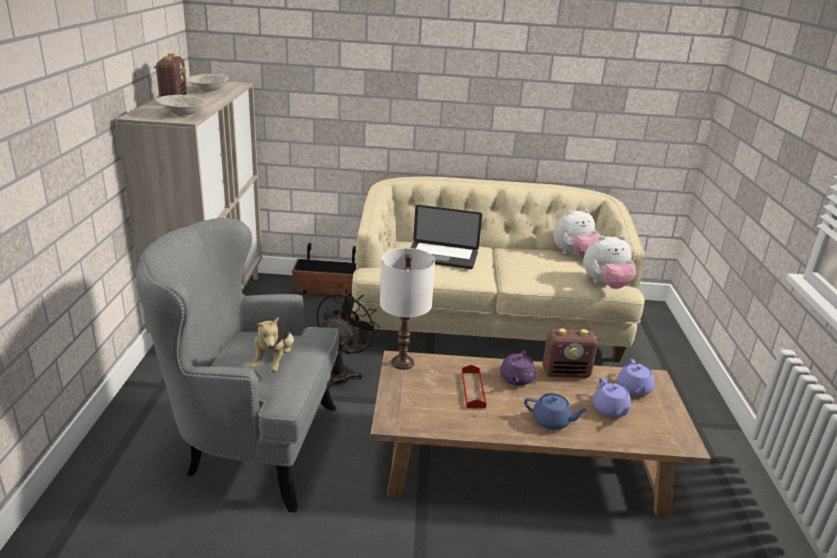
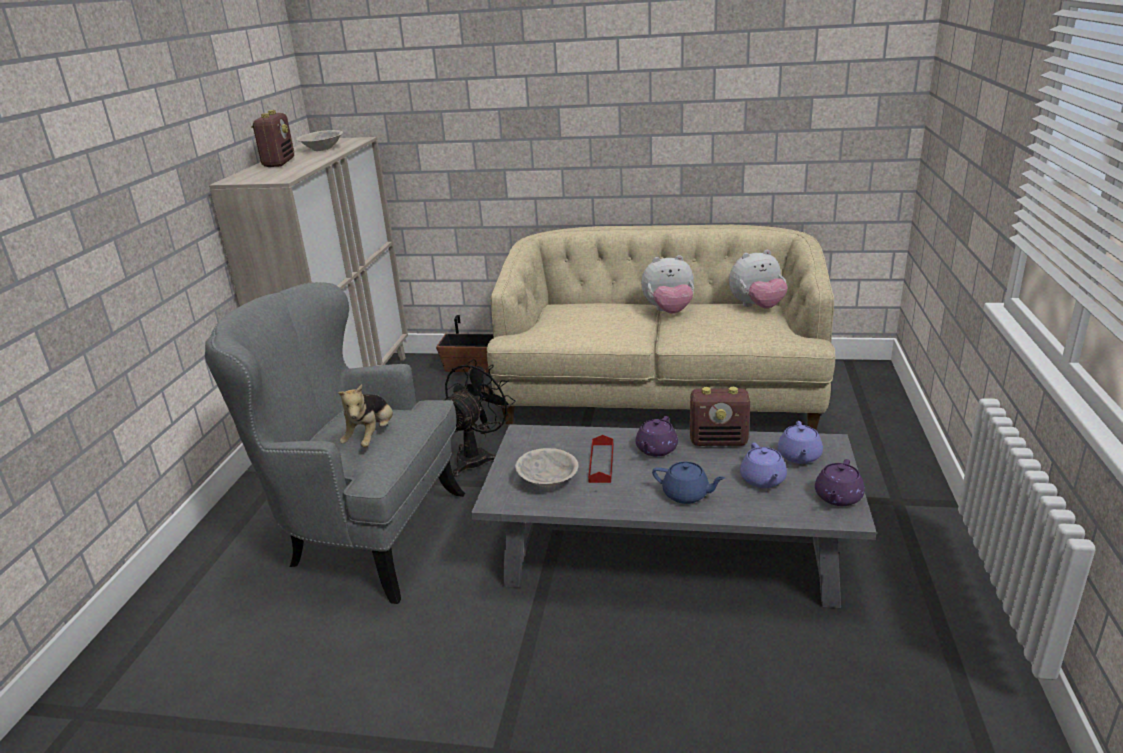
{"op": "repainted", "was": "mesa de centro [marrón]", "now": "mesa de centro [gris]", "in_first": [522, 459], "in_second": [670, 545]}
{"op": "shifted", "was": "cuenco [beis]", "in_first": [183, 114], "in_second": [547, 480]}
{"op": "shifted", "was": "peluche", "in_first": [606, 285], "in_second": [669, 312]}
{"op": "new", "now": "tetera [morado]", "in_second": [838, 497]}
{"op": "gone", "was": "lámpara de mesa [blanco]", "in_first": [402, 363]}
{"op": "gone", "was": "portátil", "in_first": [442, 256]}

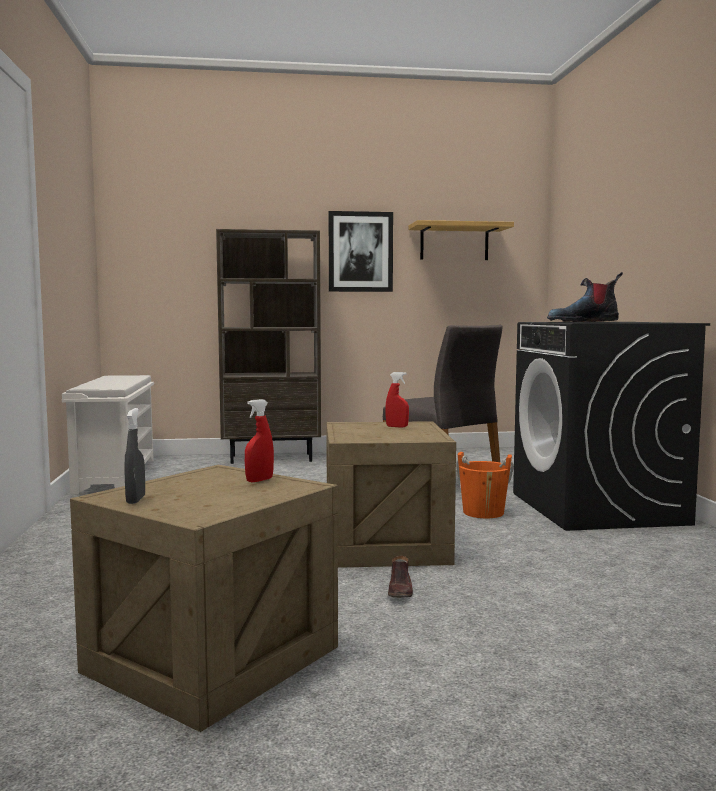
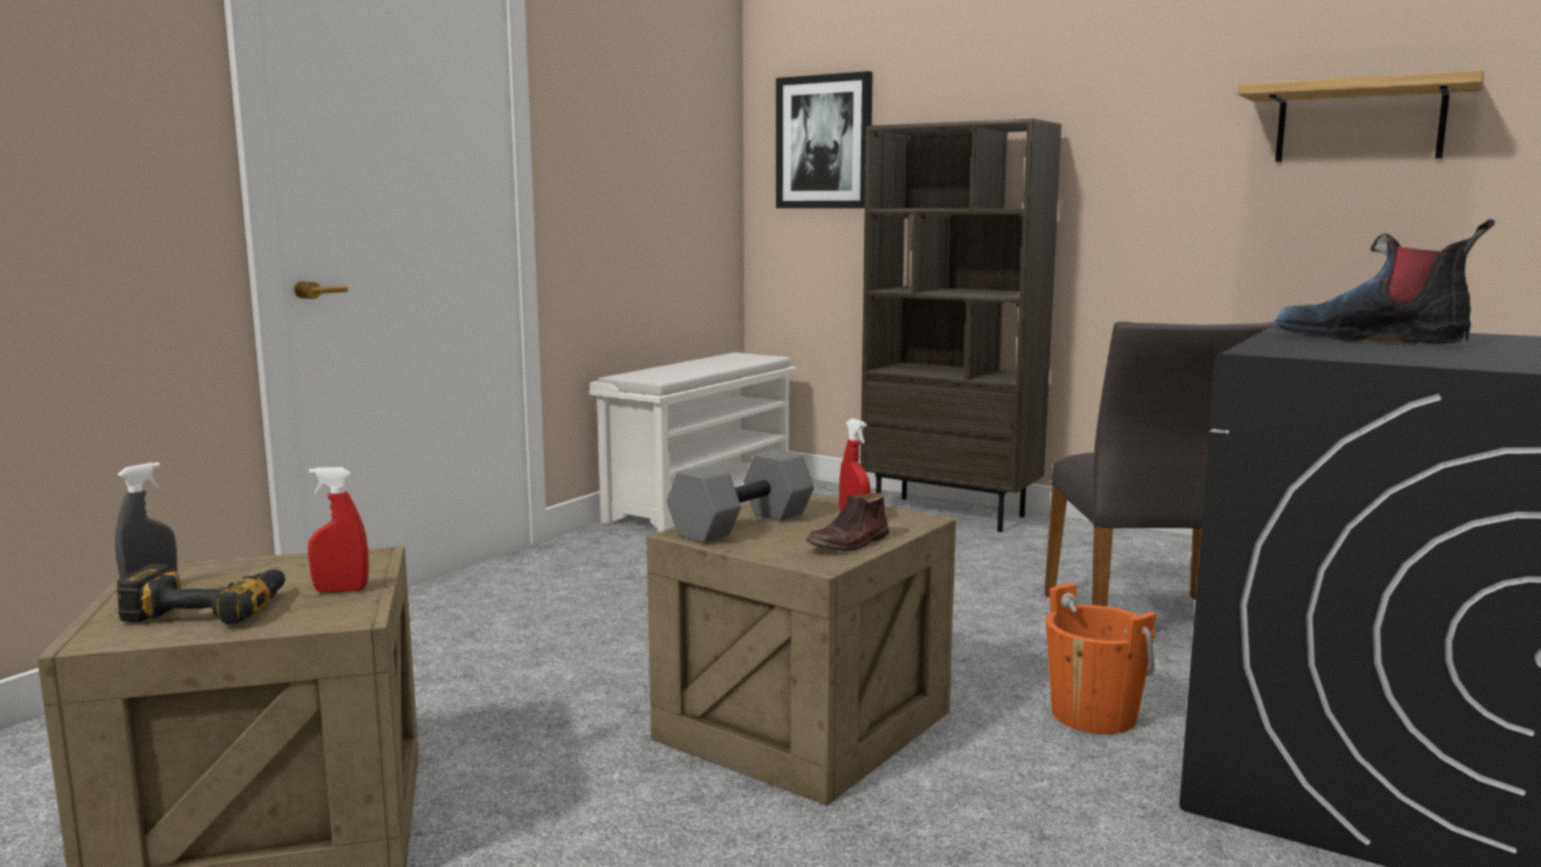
{"op": "new", "now": "taladro", "in_second": [211, 607]}
{"op": "new", "now": "mancuerna [gris]", "in_second": [742, 525]}
{"op": "shifted", "was": "cuadro", "in_first": [360, 252], "in_second": [824, 142]}
{"op": "shifted", "was": "zapato [marrón]", "in_first": [400, 591], "in_second": [849, 543]}

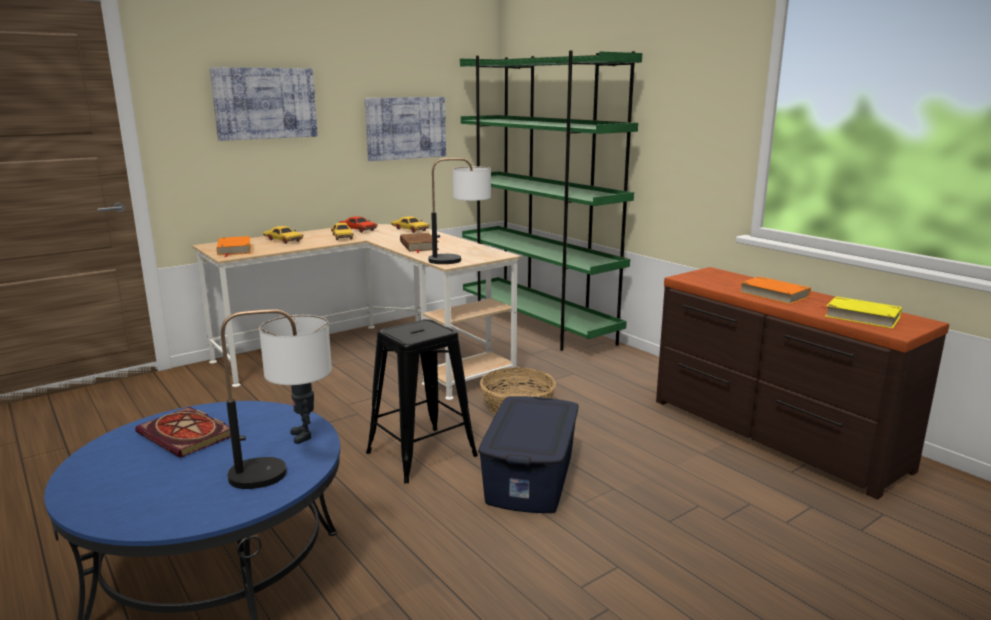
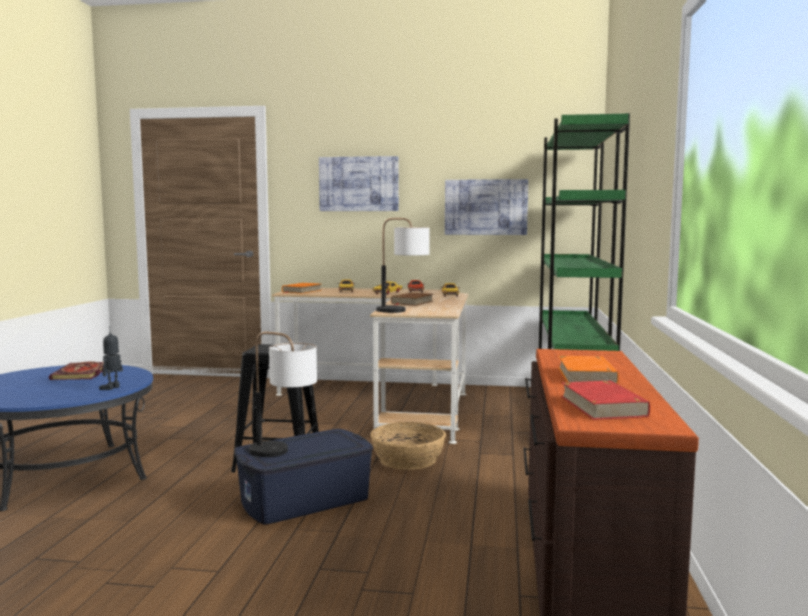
{"op": "shifted", "was": "lámpara de mesa", "in_first": [286, 471], "in_second": [283, 454]}
{"op": "repainted", "was": "libro [amarillo]", "now": "libro [rojo]", "in_first": [861, 317], "in_second": [603, 406]}

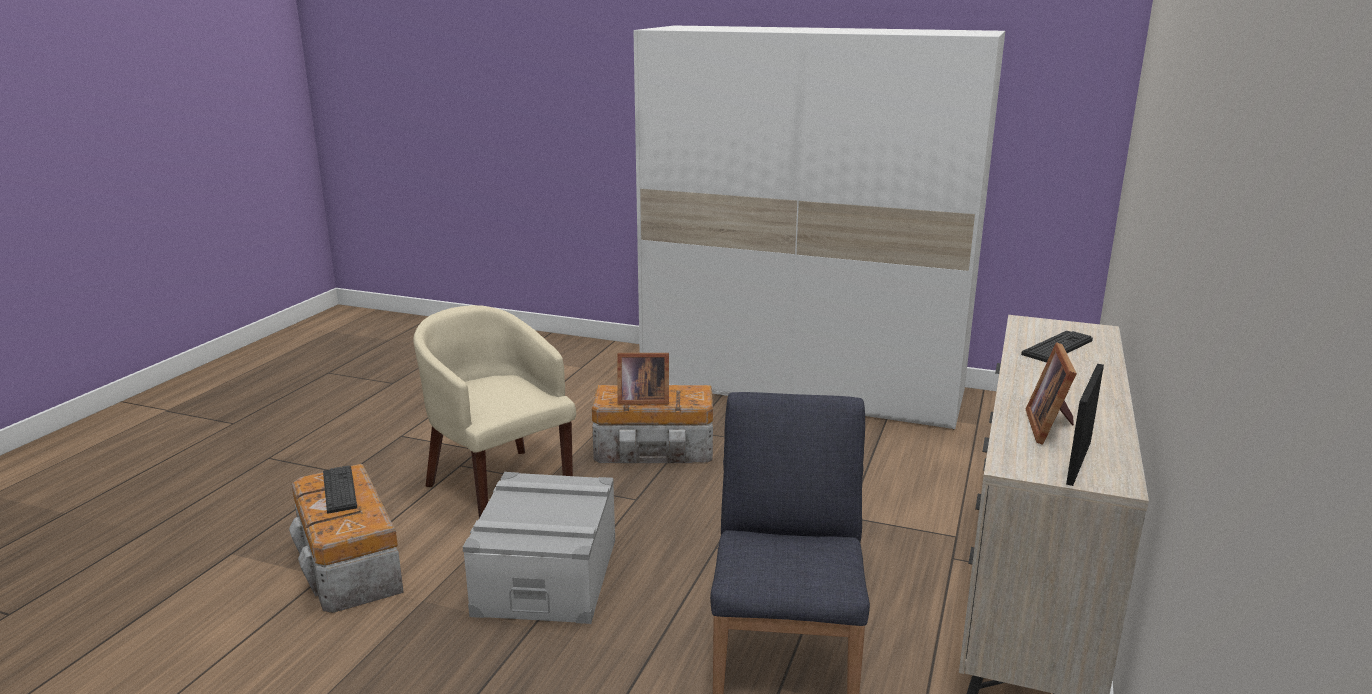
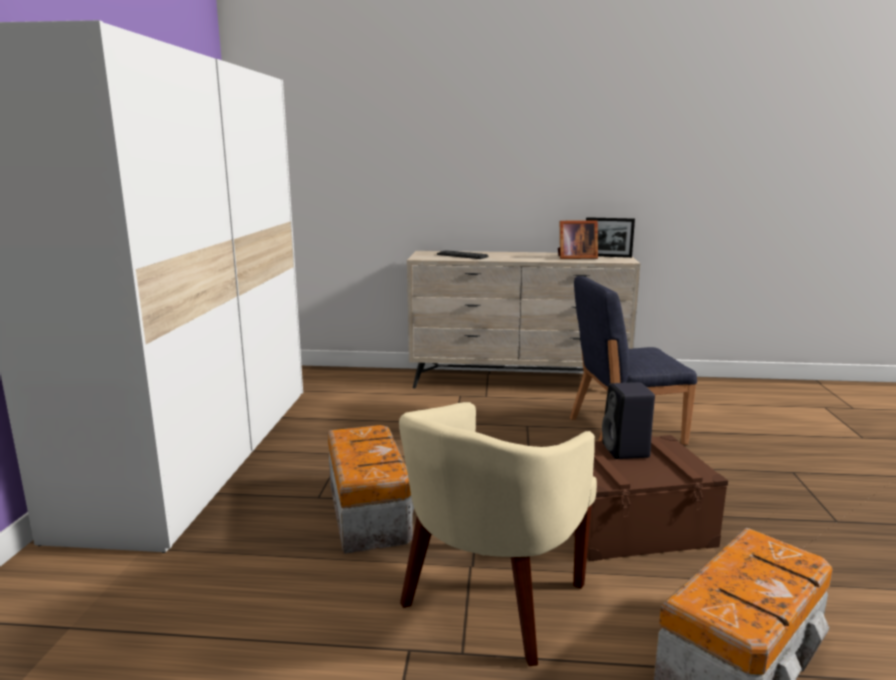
{"op": "repainted", "was": "caja de almacenaje [gris]", "now": "caja de almacenaje [marrón]", "in_first": [547, 576], "in_second": [630, 523]}
{"op": "new", "now": "altavoz [negro]", "in_second": [626, 451]}
{"op": "gone", "was": "teclado", "in_first": [339, 490]}
{"op": "gone", "was": "portarretratos", "in_first": [641, 400]}

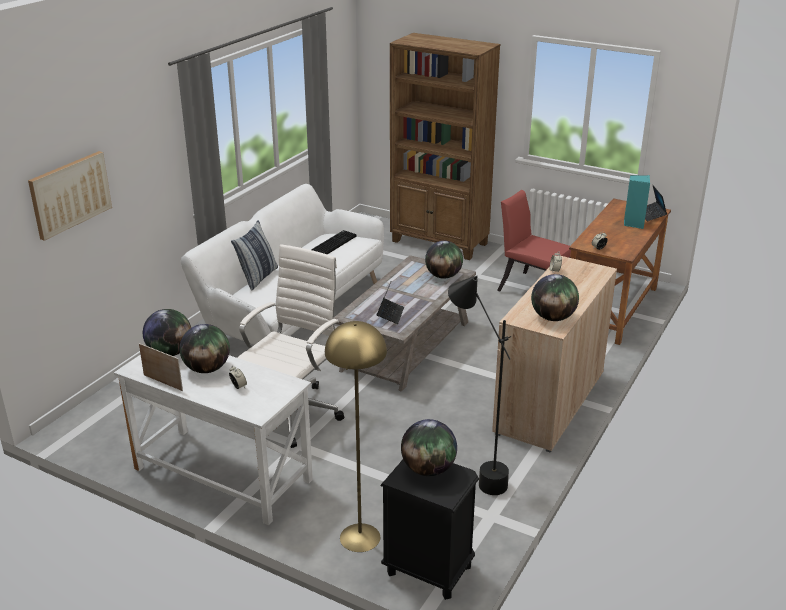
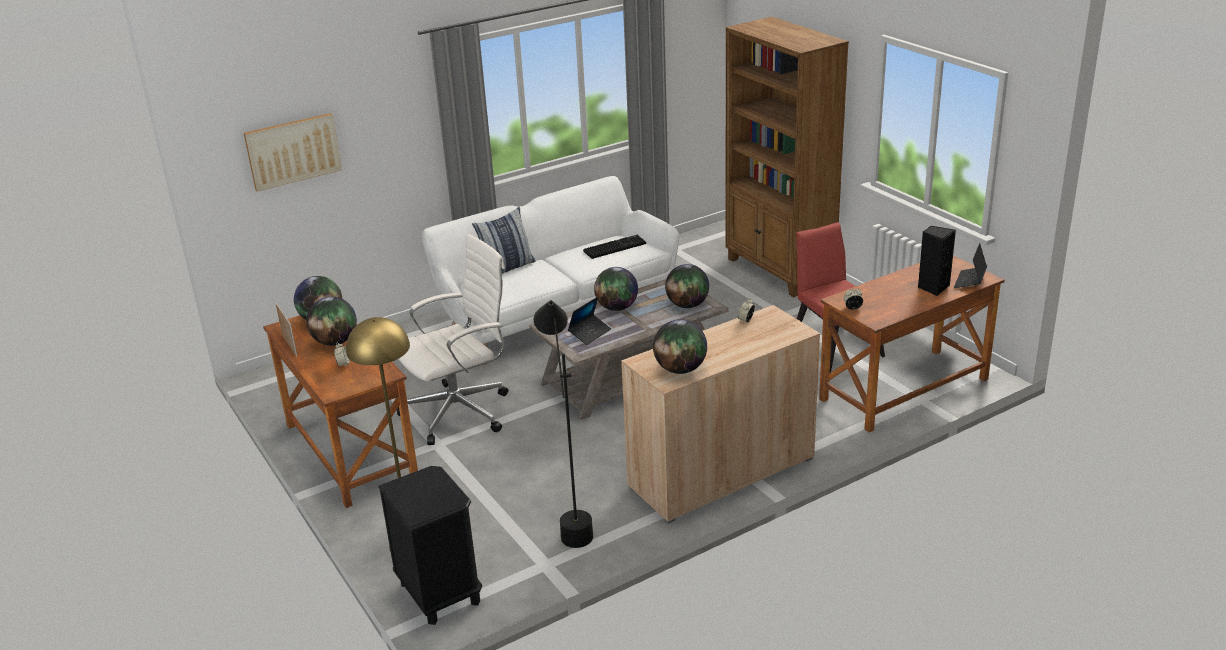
{"op": "repainted", "was": "escritorio [blanco]", "now": "escritorio [marrón]", "in_first": [222, 475], "in_second": [350, 452]}
{"op": "shifted", "was": "globo terráqueo", "in_first": [428, 469], "in_second": [617, 308]}
{"op": "repainted", "was": "altavoz [turquesa]", "now": "altavoz [negro]", "in_first": [633, 224], "in_second": [933, 287]}

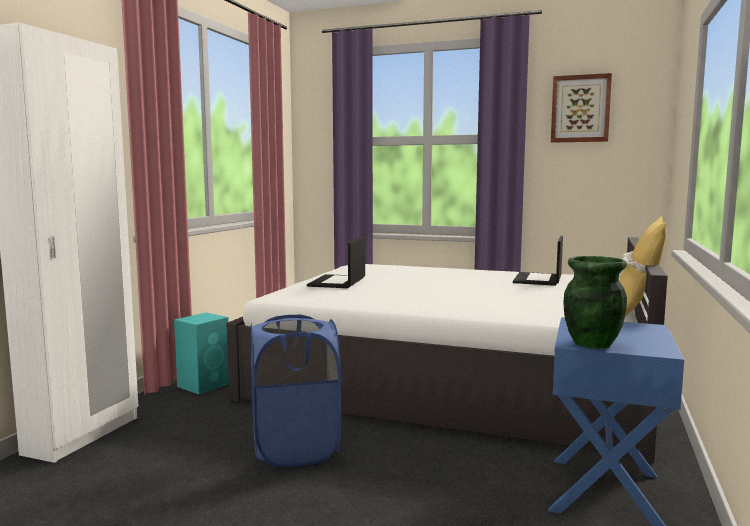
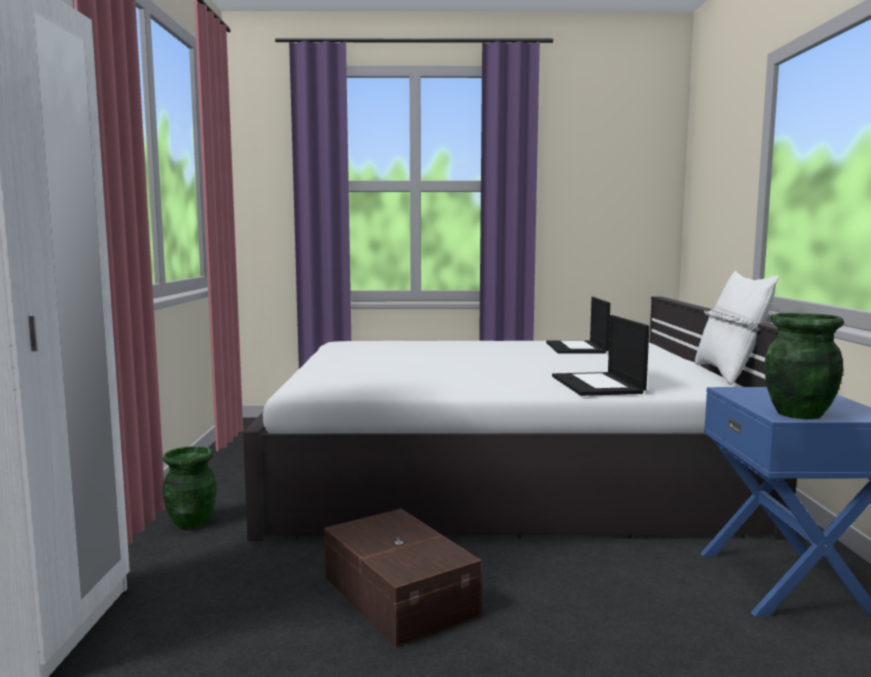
{"op": "swapped", "was": "altavoz [turquesa]", "now": "florero [verde]", "in_first": [205, 384], "in_second": [191, 523]}
{"op": "swapped", "was": "cesto de la ropa [azul]", "now": "caja de almacenaje [marrón]", "in_first": [295, 449], "in_second": [400, 594]}
{"op": "shifted", "was": "portátil", "in_first": [337, 282], "in_second": [598, 385]}
{"op": "repainted", "was": "cojín [amarillo]", "now": "cojín [blanco]", "in_first": [638, 310], "in_second": [729, 374]}
{"op": "gone", "was": "cuadro", "in_first": [580, 109]}

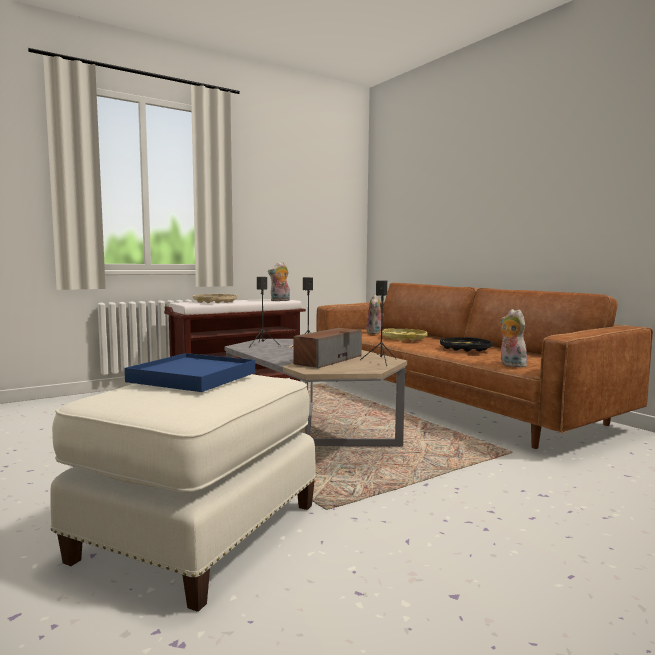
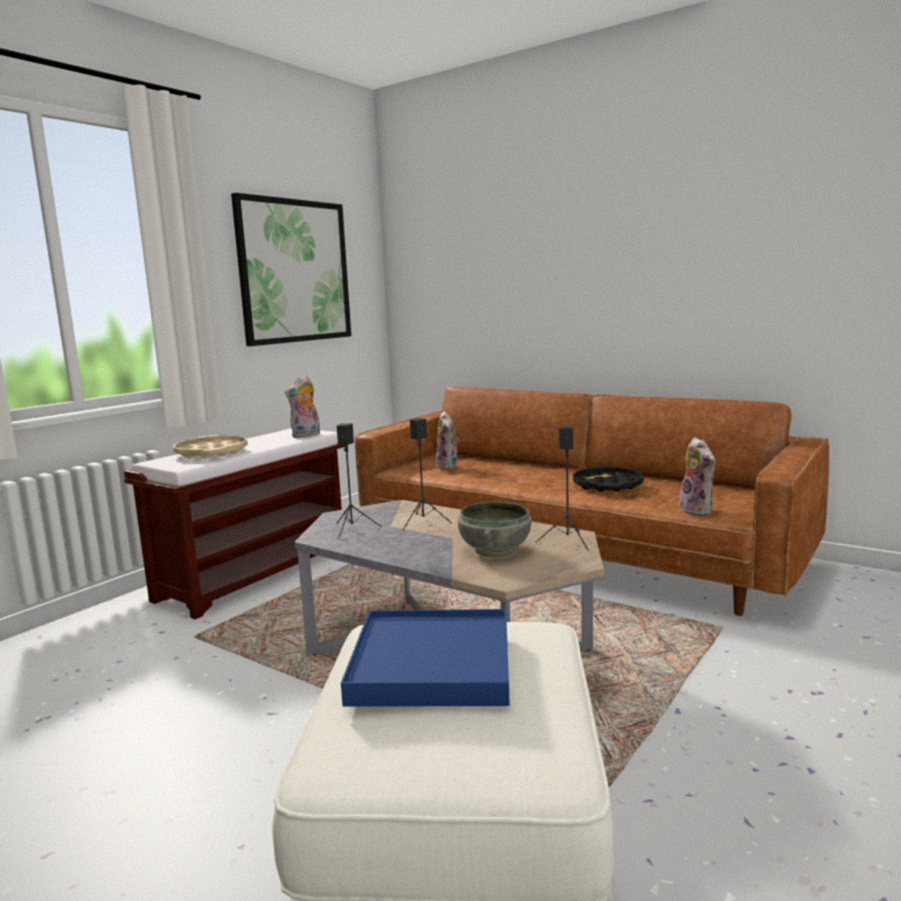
{"op": "new", "now": "cuadro", "in_second": [294, 271]}
{"op": "swapped", "was": "altavoz", "now": "cuenco [gris]", "in_first": [328, 360], "in_second": [494, 550]}
{"op": "rotated", "was": "peluche", "in_first": [510, 365], "in_second": [698, 511], "clockwise": -150}
{"op": "gone", "was": "bandeja [amarillo]", "in_first": [404, 338]}

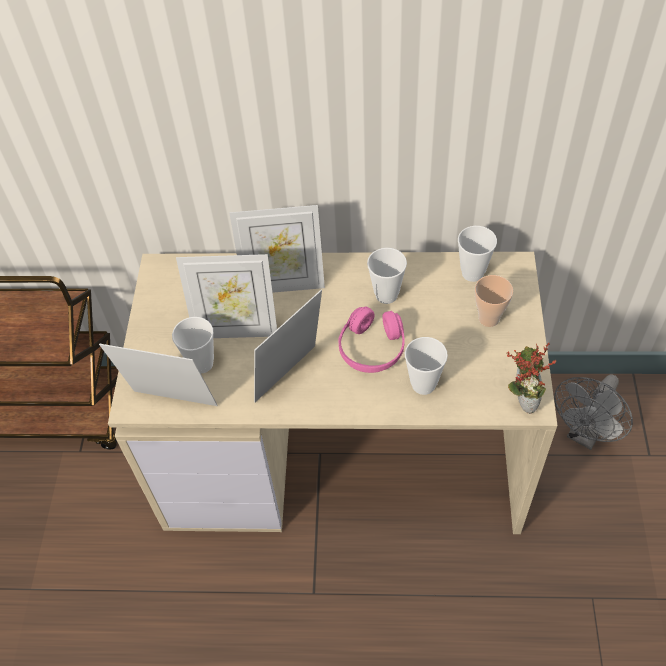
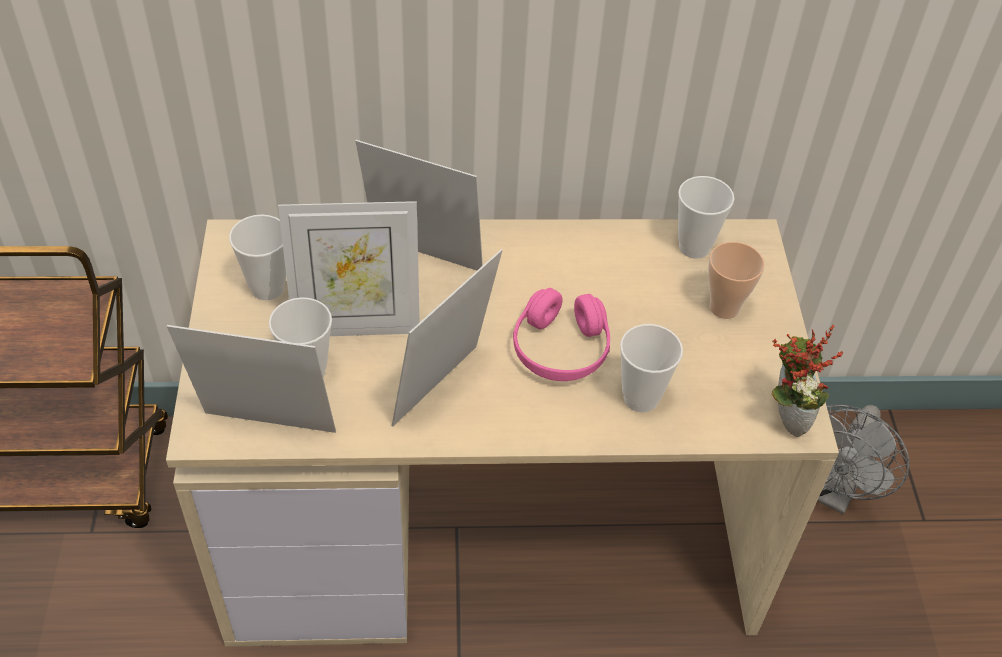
{"op": "shifted", "was": "taza", "in_first": [386, 295], "in_second": [267, 288]}
{"op": "rotated", "was": "portarretratos", "in_first": [283, 284], "in_second": [423, 262], "clockwise": -150}

